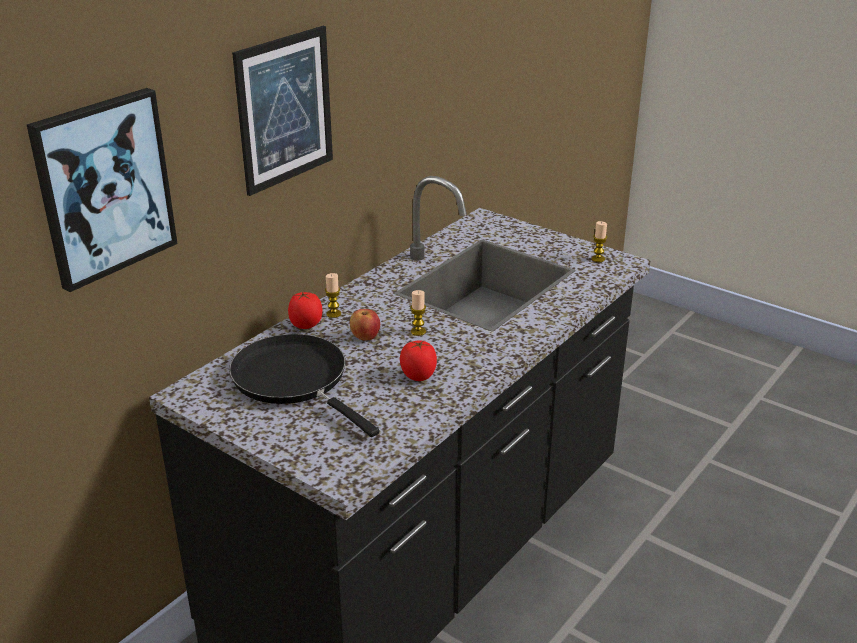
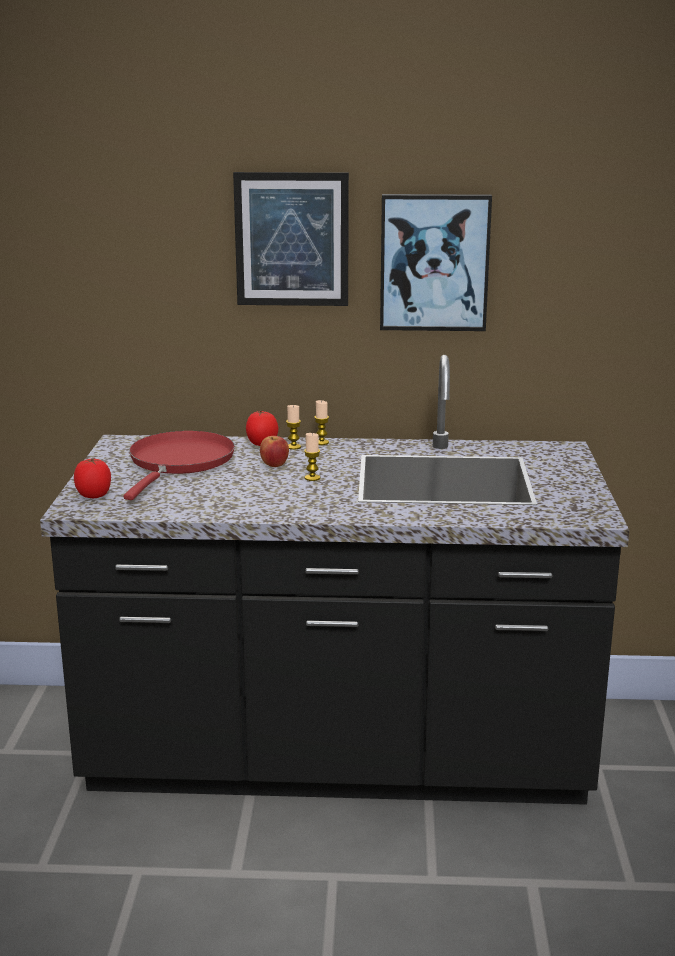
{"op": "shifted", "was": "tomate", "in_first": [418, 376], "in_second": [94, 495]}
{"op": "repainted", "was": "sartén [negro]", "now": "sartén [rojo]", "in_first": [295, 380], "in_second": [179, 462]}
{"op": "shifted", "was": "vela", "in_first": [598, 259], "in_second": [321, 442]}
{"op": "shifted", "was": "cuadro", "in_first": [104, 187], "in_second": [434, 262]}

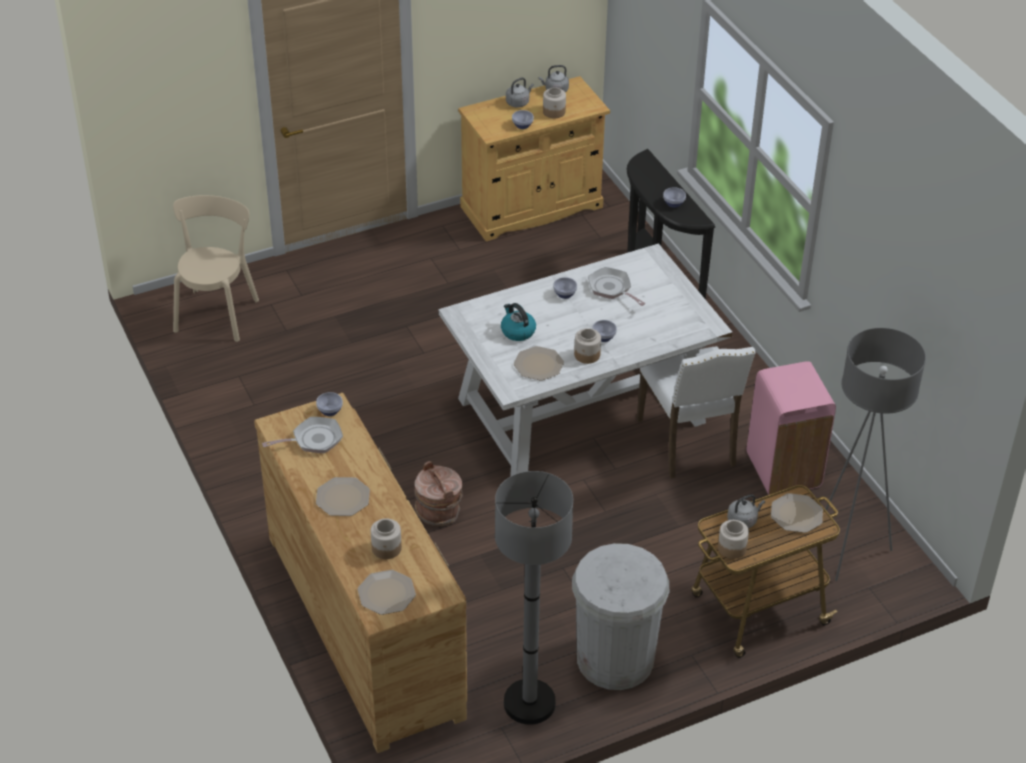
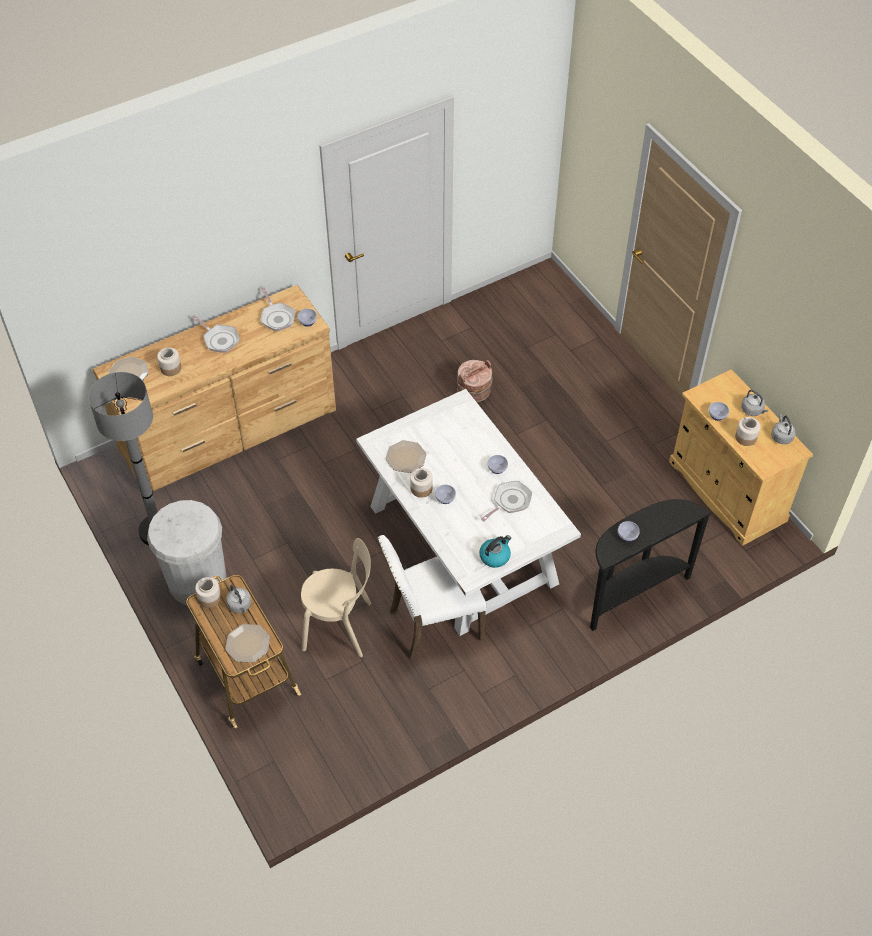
{"op": "swapped", "was": "plato", "now": "sartén", "in_first": [342, 498], "in_second": [219, 339]}
{"op": "shifted", "was": "silla [beis]", "in_first": [217, 312], "in_second": [341, 626]}
{"op": "shifted", "was": "cubo [marrón]", "in_first": [438, 511], "in_second": [474, 392]}
{"op": "shifted", "was": "hervidor", "in_first": [517, 331], "in_second": [495, 556]}
{"op": "gone", "was": "papelera [rosa]", "in_first": [784, 470]}
{"op": "gone", "was": "lámpara de pie [gris]", "in_first": [848, 551]}

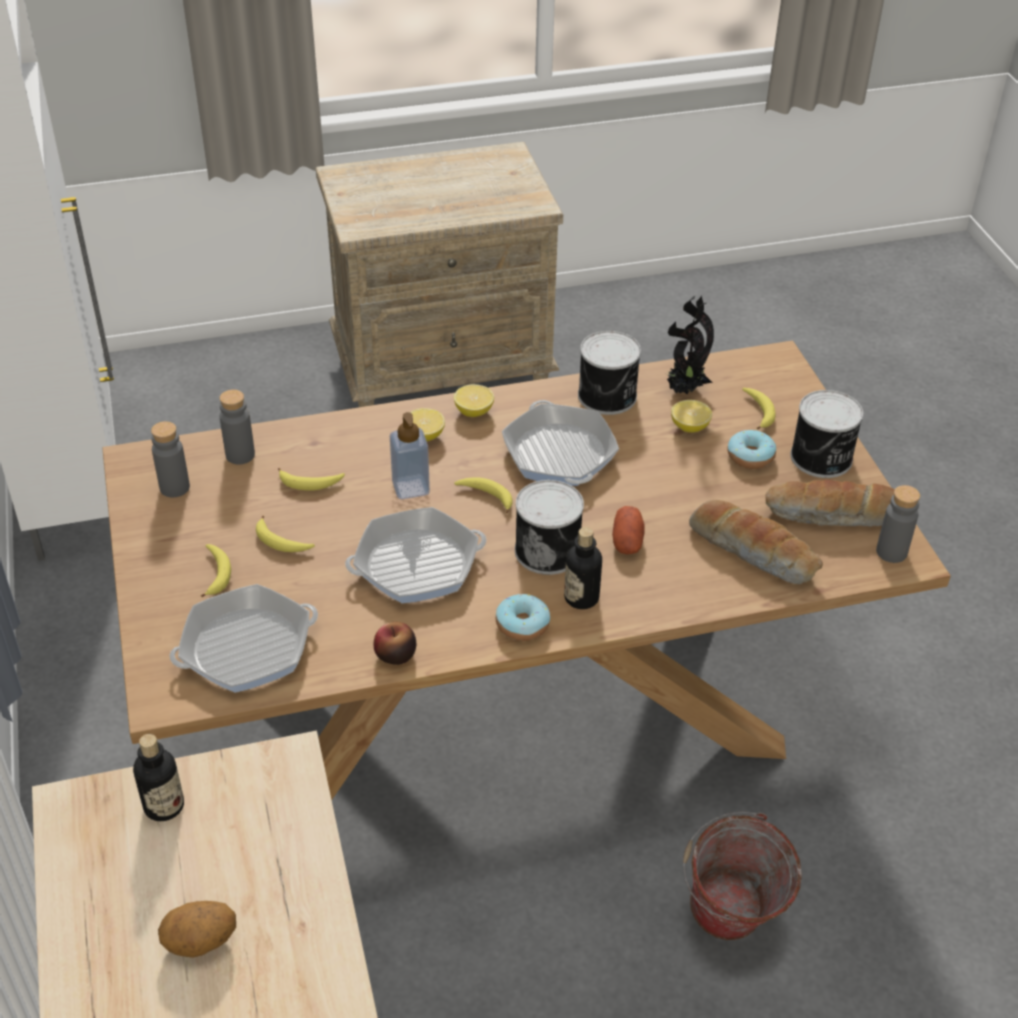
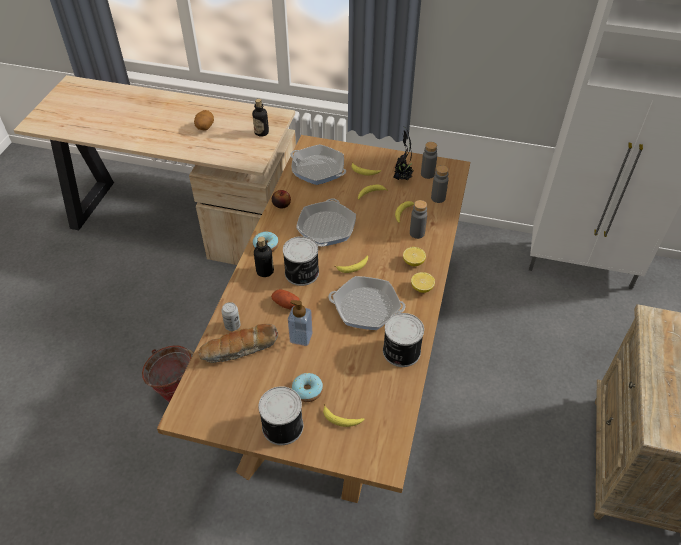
{"op": "new", "now": "lata", "in_second": [232, 326]}
{"op": "shifted", "was": "dispensador de jabón", "in_first": [410, 487], "in_second": [301, 337]}
{"op": "rotated", "was": "sartén", "in_first": [247, 647], "in_second": [318, 169], "clockwise": 120}
{"op": "shifted", "was": "planta en maceta", "in_first": [684, 390], "in_second": [402, 177]}
{"op": "shifted", "was": "botella [gris]", "in_first": [891, 552], "in_second": [417, 233]}
{"op": "gone", "was": "limón", "in_first": [690, 427]}
{"op": "gone", "was": "pan", "in_first": [831, 516]}

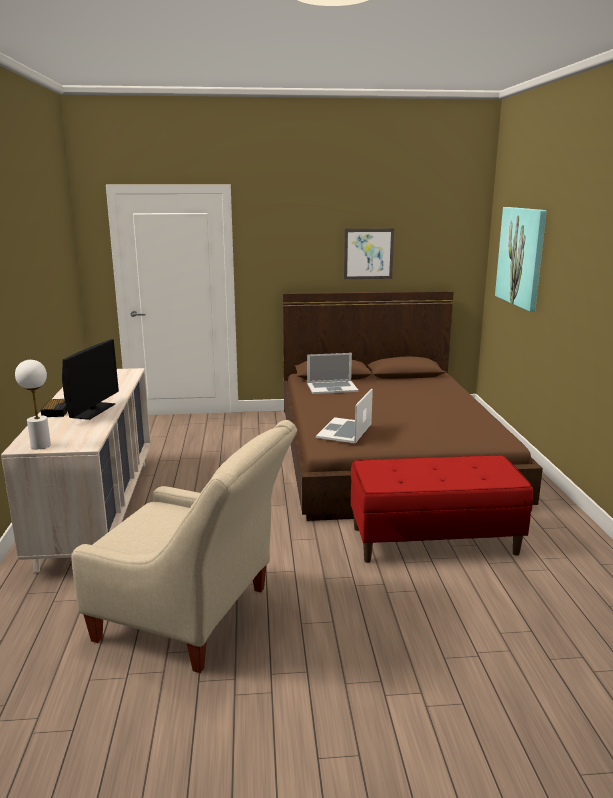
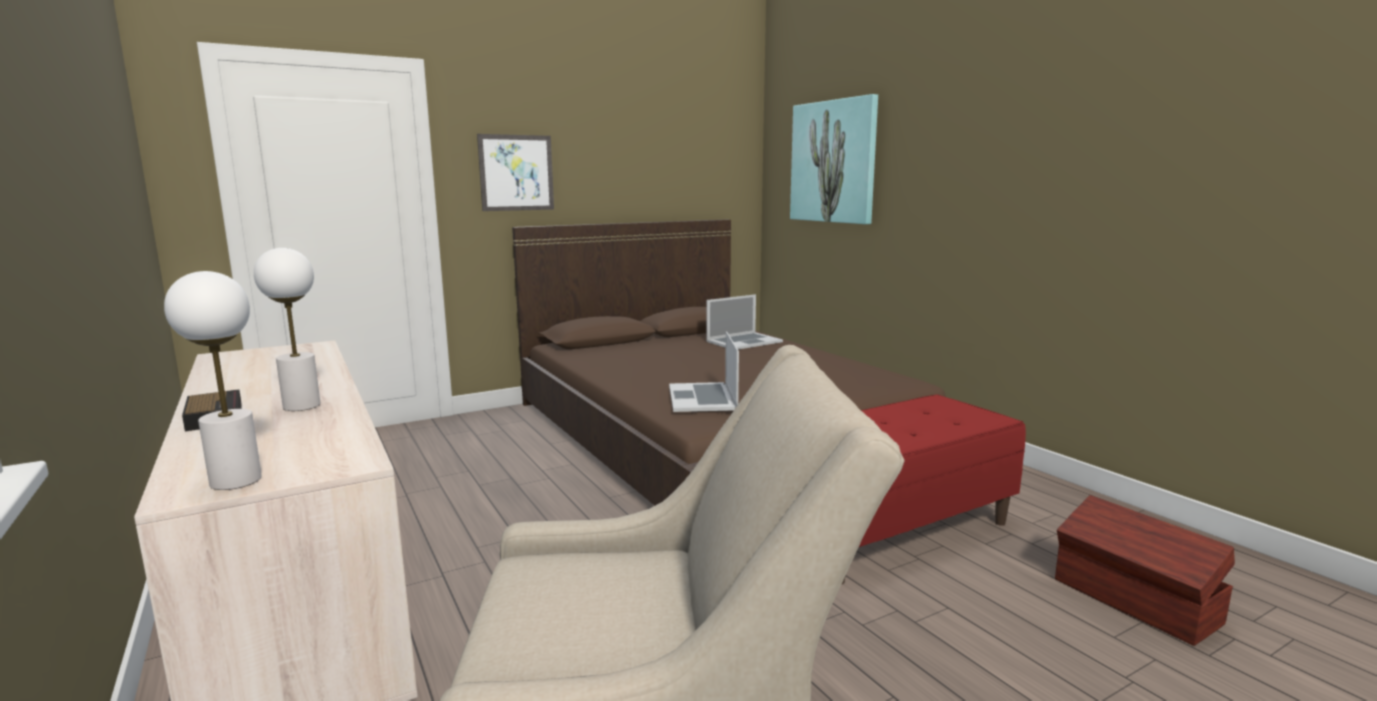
{"op": "swapped", "was": "monitor", "now": "lámpara de mesa [blanco]", "in_first": [93, 410], "in_second": [301, 406]}
{"op": "shifted", "was": "cuadro", "in_first": [368, 254], "in_second": [516, 173]}
{"op": "shifted", "was": "portátil", "in_first": [332, 387], "in_second": [744, 341]}
{"op": "new", "now": "caja de almacenaje [marrón]", "in_second": [1135, 602]}

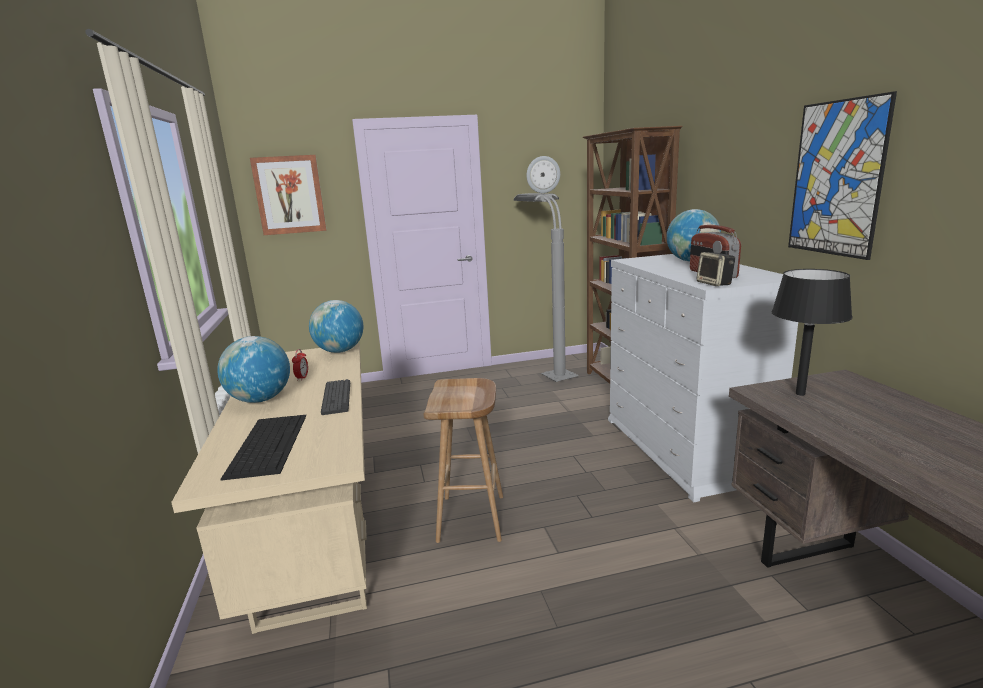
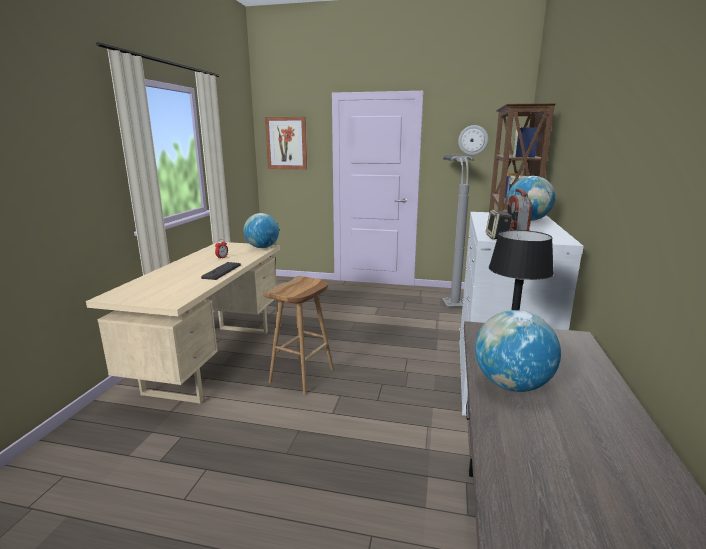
{"op": "shifted", "was": "globo terráqueo", "in_first": [260, 399], "in_second": [511, 385]}
{"op": "gone", "was": "teclado", "in_first": [268, 444]}
{"op": "gone", "was": "cuadro", "in_first": [836, 179]}

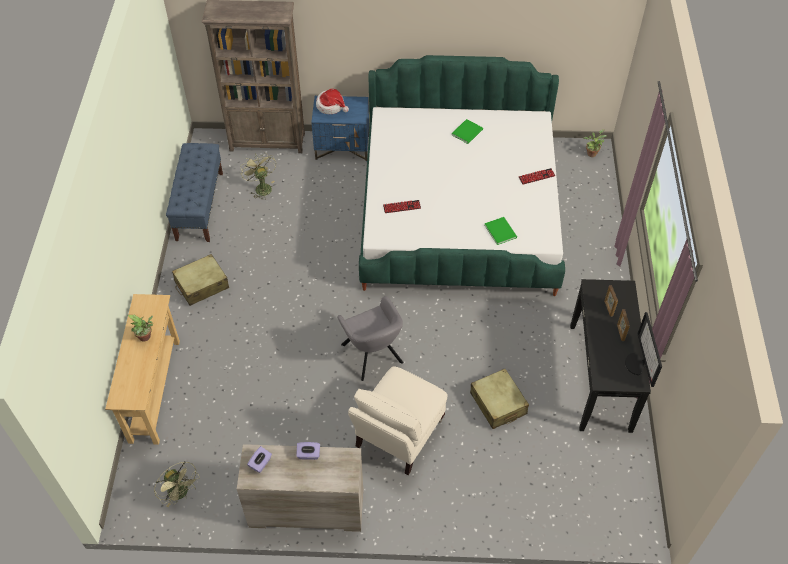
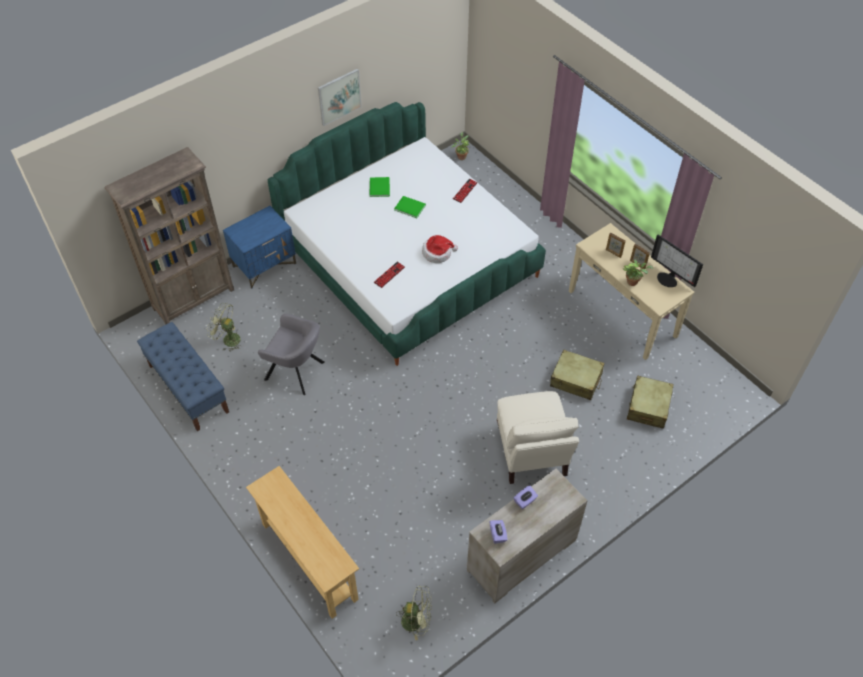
{"op": "shifted", "was": "sillón [gris]", "in_first": [373, 355], "in_second": [297, 372]}
{"op": "new", "now": "cuadro", "in_second": [339, 96]}
{"op": "shifted", "was": "libro [verde]", "in_first": [500, 230], "in_second": [409, 207]}
{"op": "shifted", "was": "sombrero", "in_first": [331, 106], "in_second": [437, 253]}
{"op": "repainted", "was": "mesa consola [negro]", "now": "mesa consola [beis]", "in_first": [600, 377], "in_second": [622, 313]}
{"op": "shifted", "was": "planta en maceta", "in_first": [146, 337], "in_second": [633, 282]}
{"op": "shifted", "was": "maleta [beis]", "in_first": [201, 285], "in_second": [648, 407]}

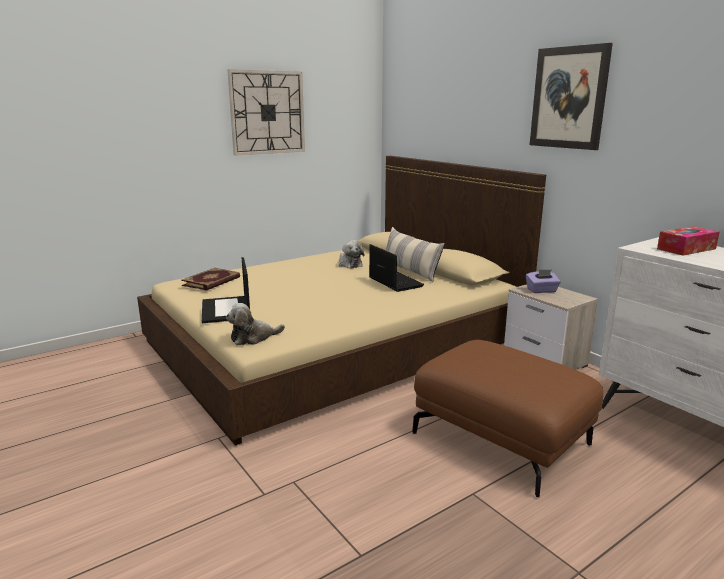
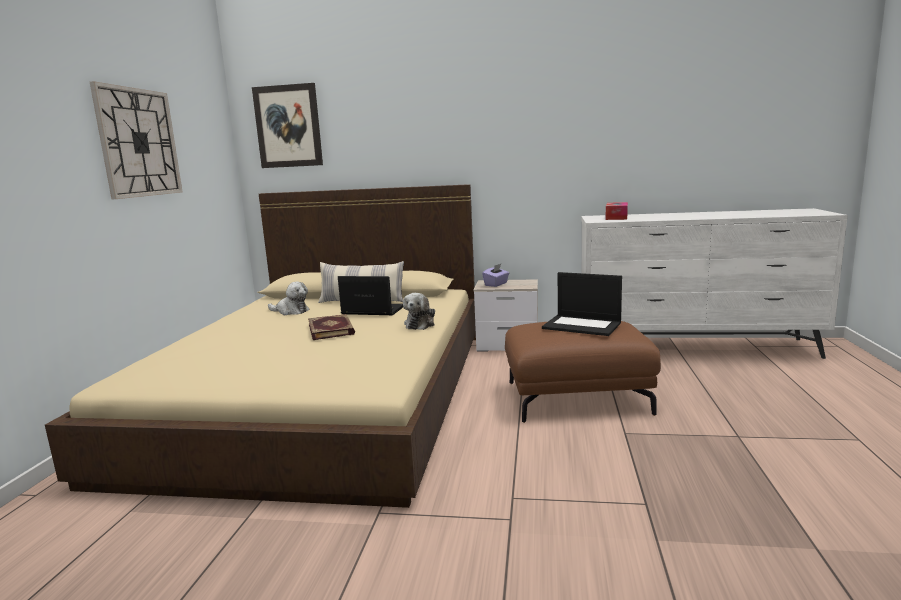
{"op": "shifted", "was": "cuadro", "in_first": [569, 98], "in_second": [288, 126]}
{"op": "shifted", "was": "libro", "in_first": [212, 281], "in_second": [332, 329]}
{"op": "shifted", "was": "peluche", "in_first": [253, 338], "in_second": [420, 324]}
{"op": "shifted", "was": "portátil", "in_first": [226, 310], "in_second": [583, 325]}

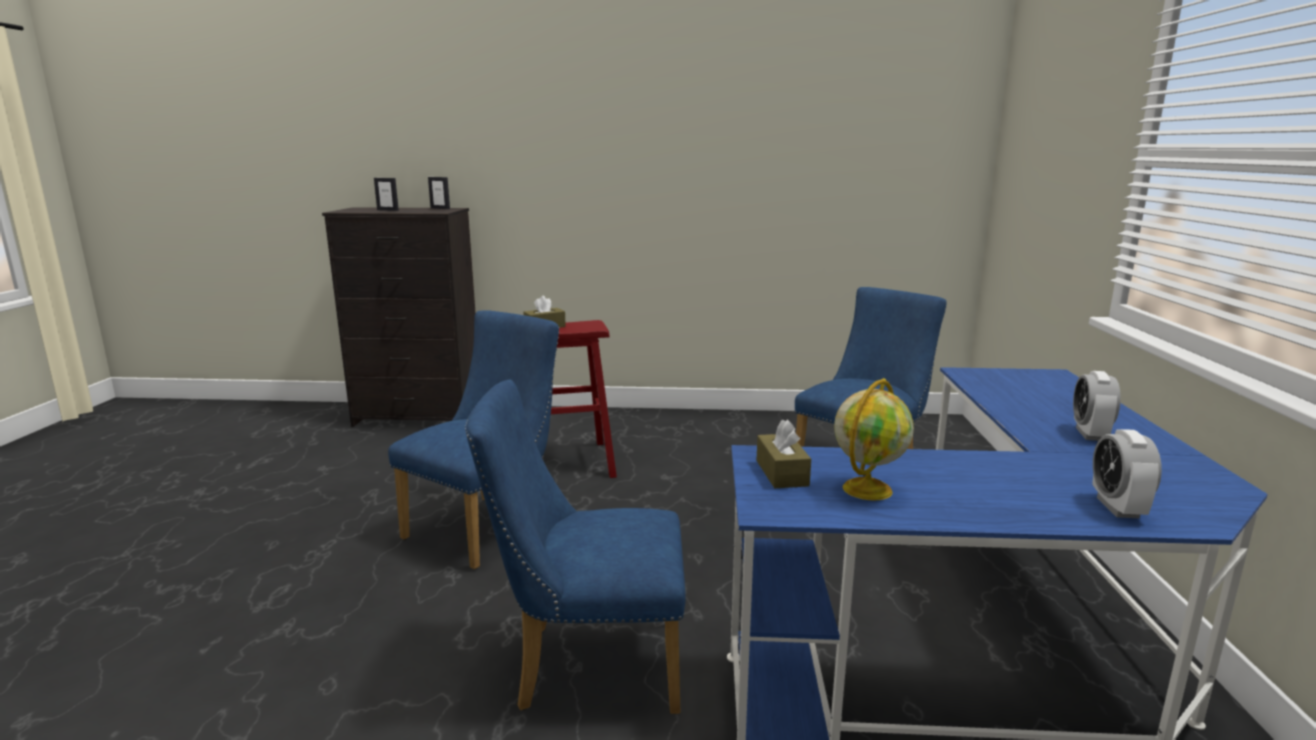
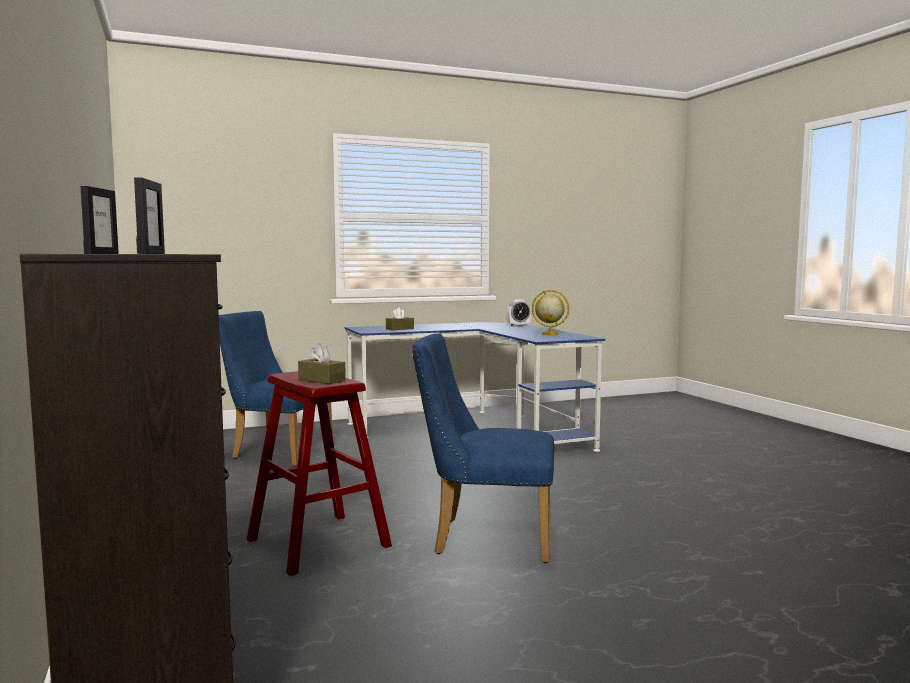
{"op": "shifted", "was": "caja de pañuelos [marrón]", "in_first": [782, 473], "in_second": [399, 329]}
{"op": "gone", "was": "silla [azul]", "in_first": [587, 665]}
{"op": "gone", "was": "despertador", "in_first": [1090, 434]}

